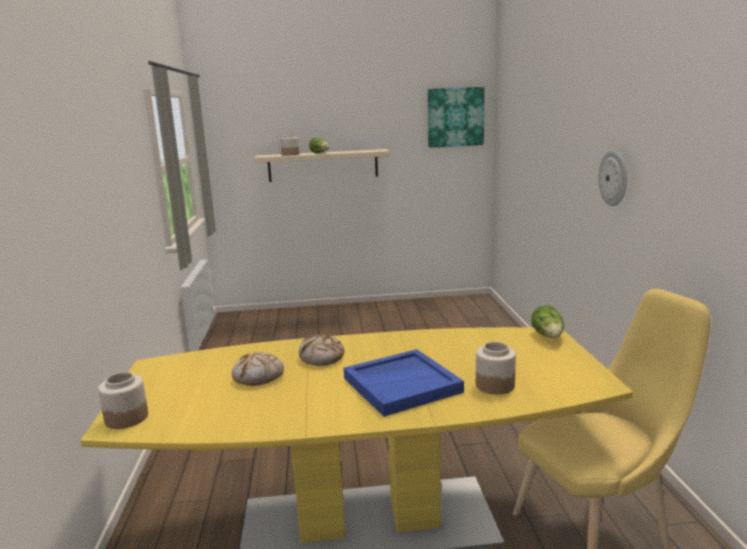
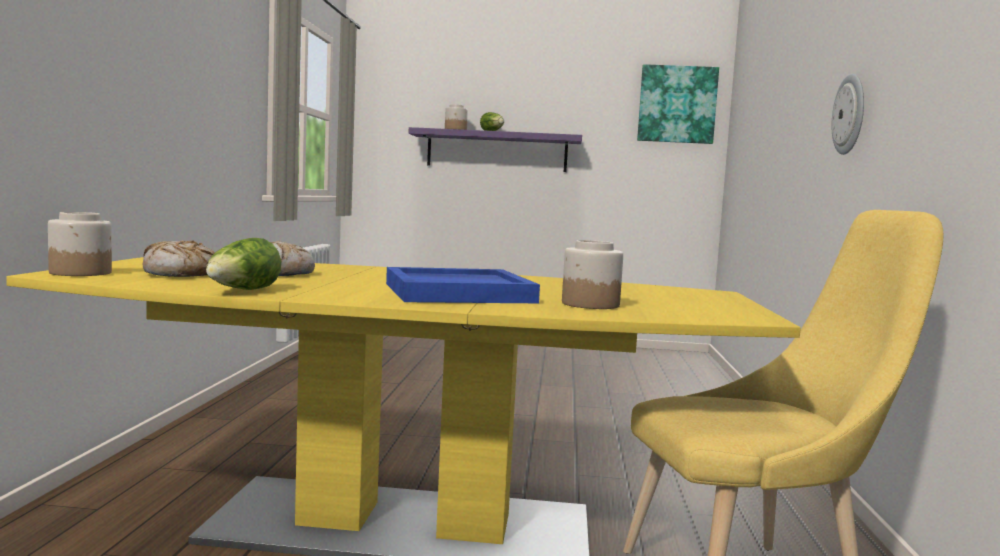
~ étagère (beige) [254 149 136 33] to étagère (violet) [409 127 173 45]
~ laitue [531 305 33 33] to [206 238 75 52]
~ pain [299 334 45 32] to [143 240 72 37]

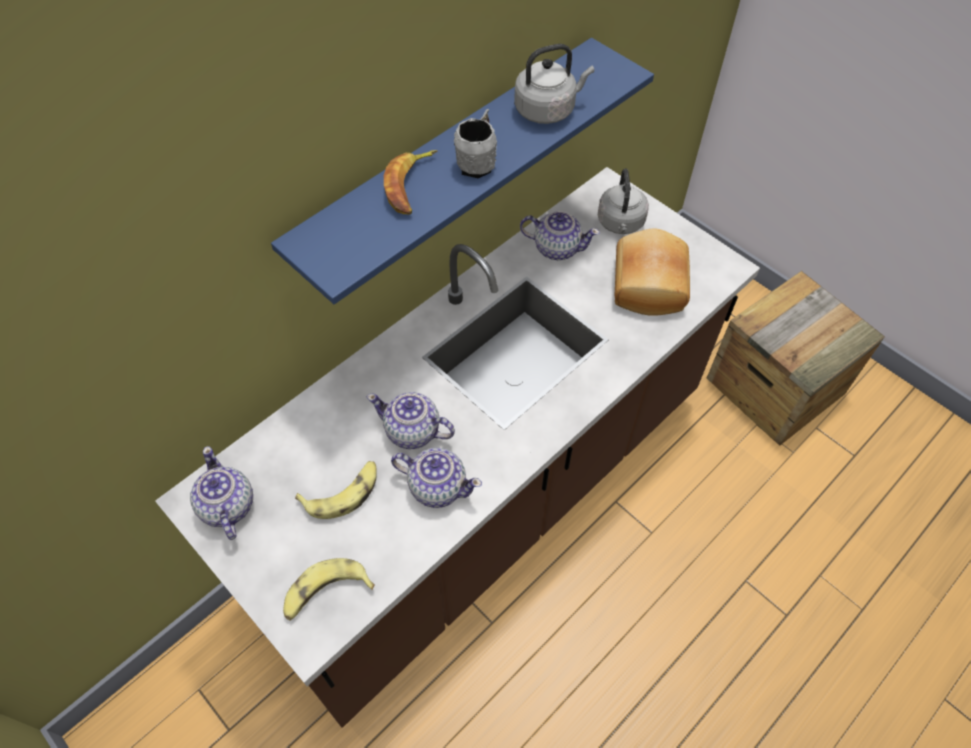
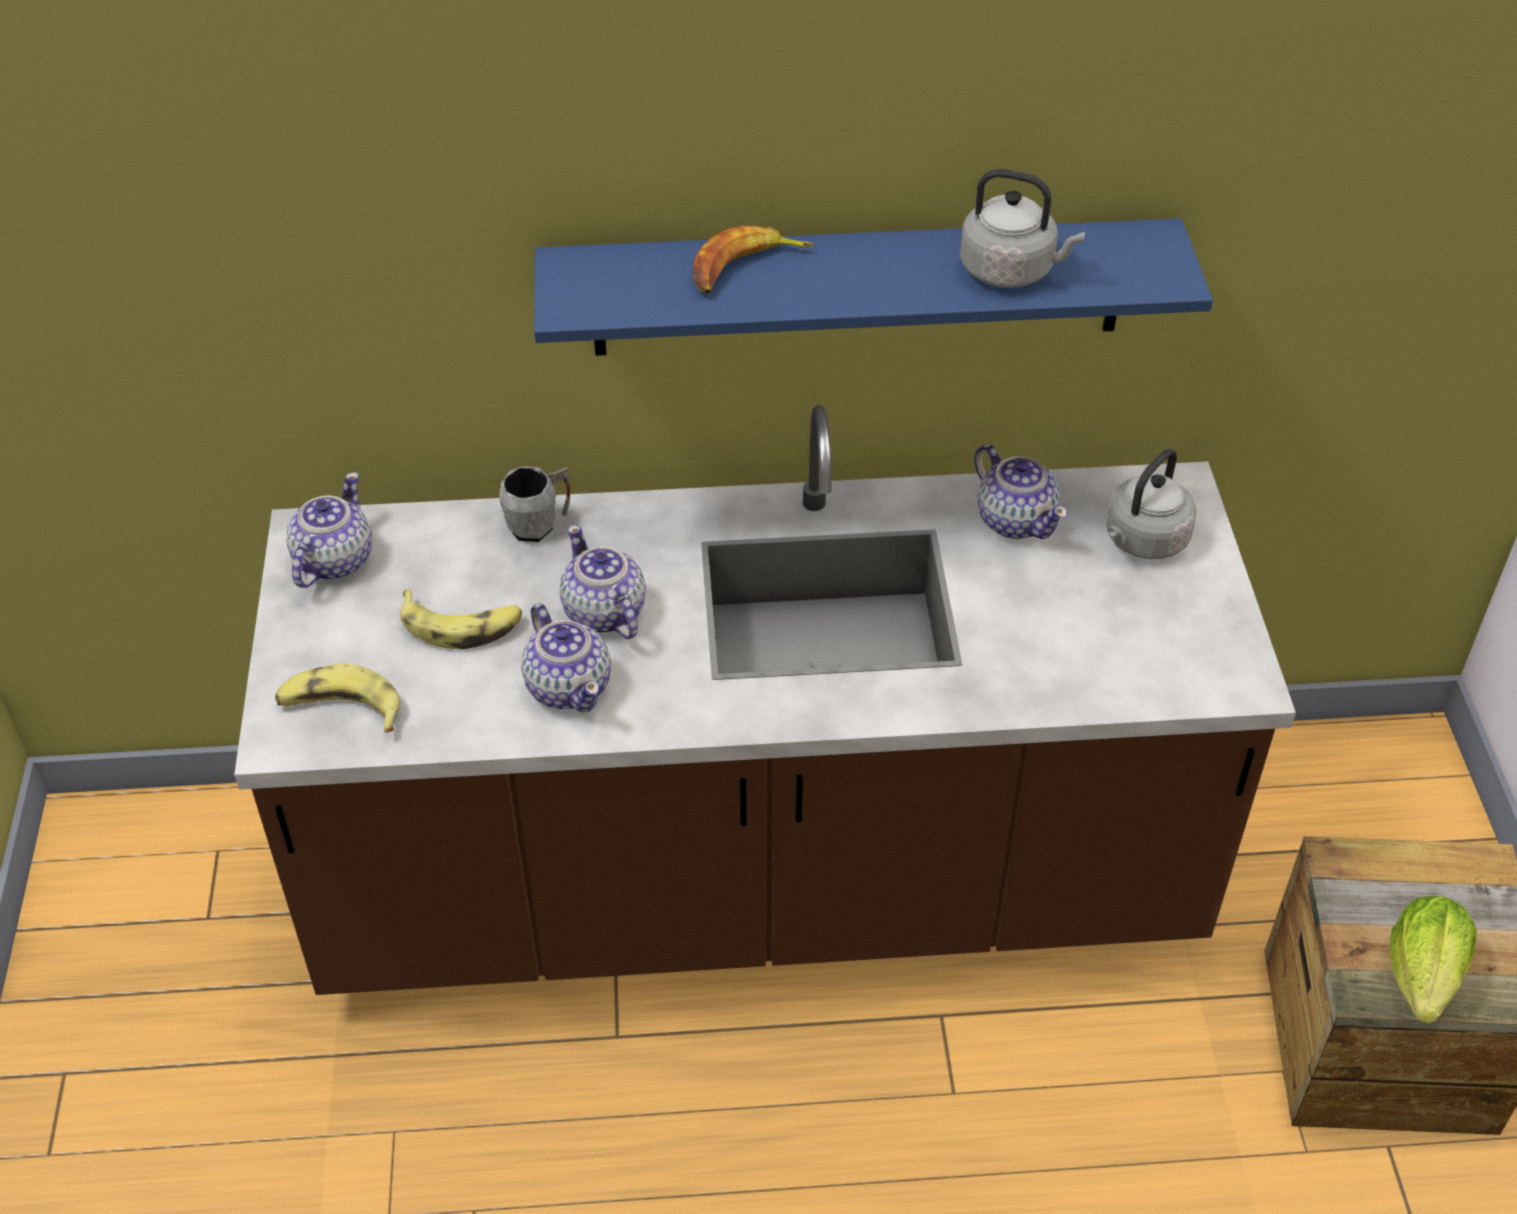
~ mug (gris) [454 109 43 69] to [499 466 71 76]
- pain [615 228 75 88]
+ laitue [1390 896 87 127]

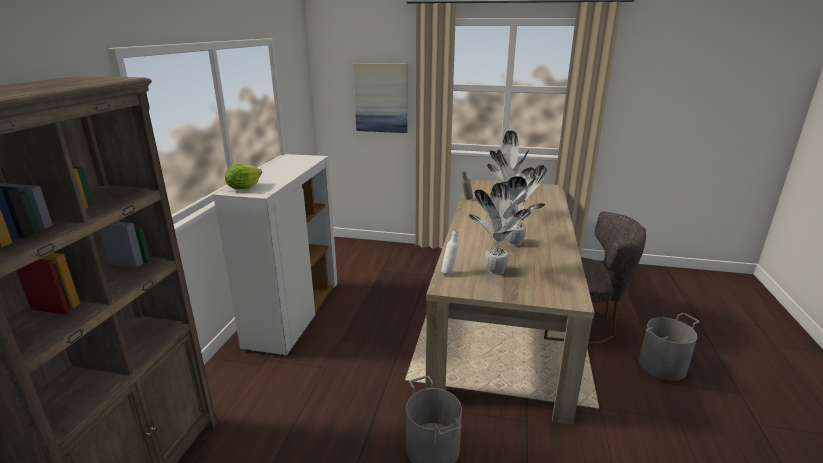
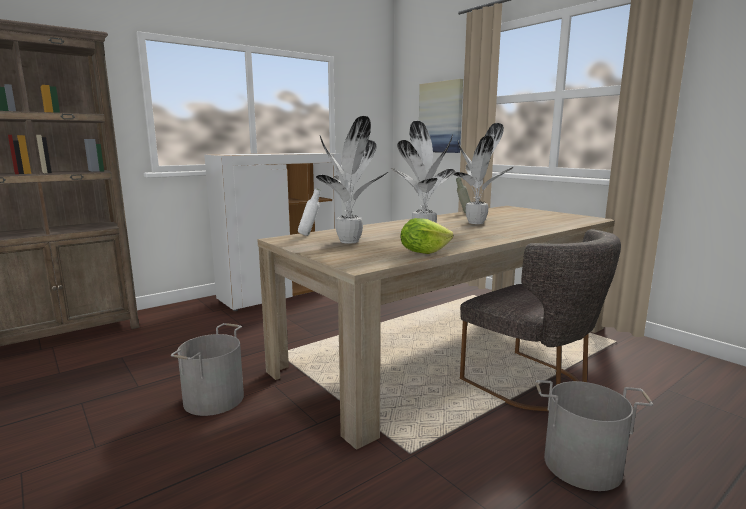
~ laitue [225 164 37 25] to [400 218 53 36]

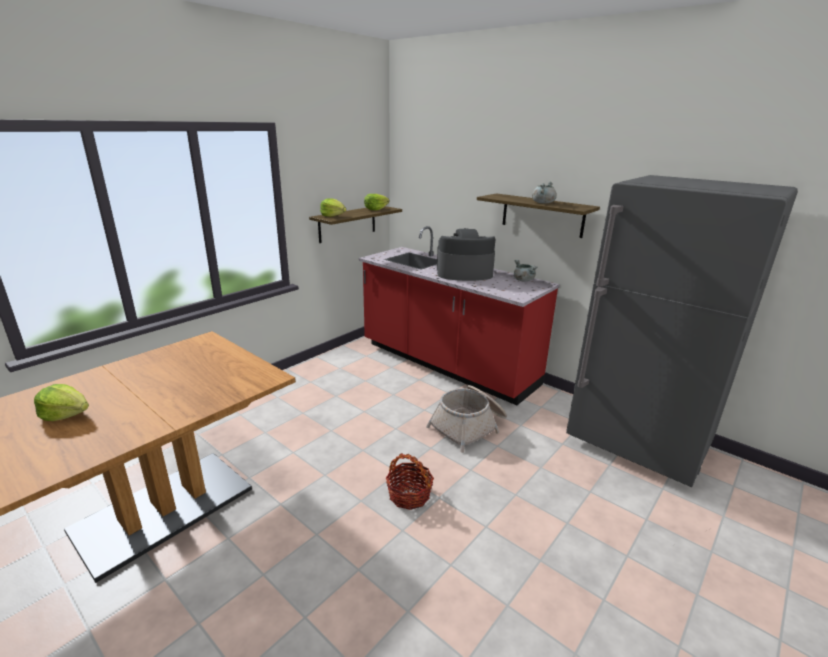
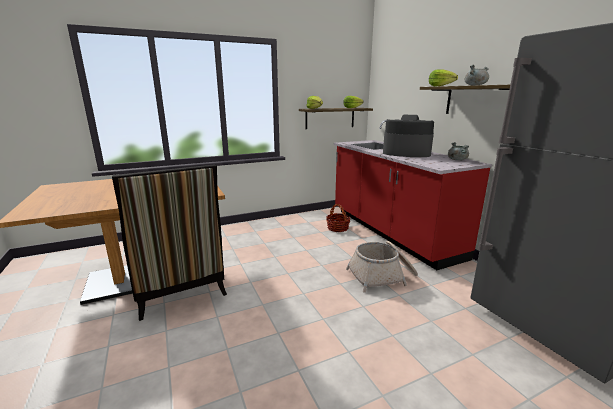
~ laitue [34 384 55 37] to [429 69 29 17]
~ panier [386 453 48 57] to [326 204 25 28]
+ chaise [112 164 115 157]

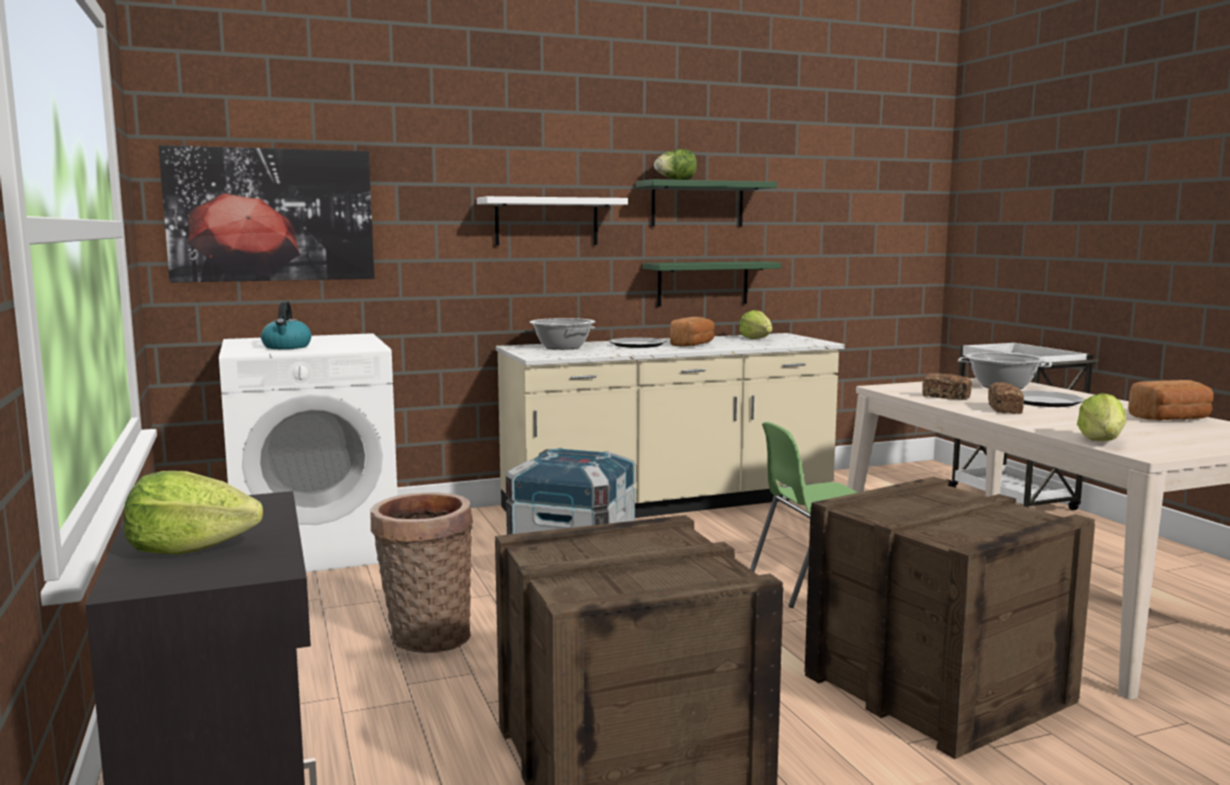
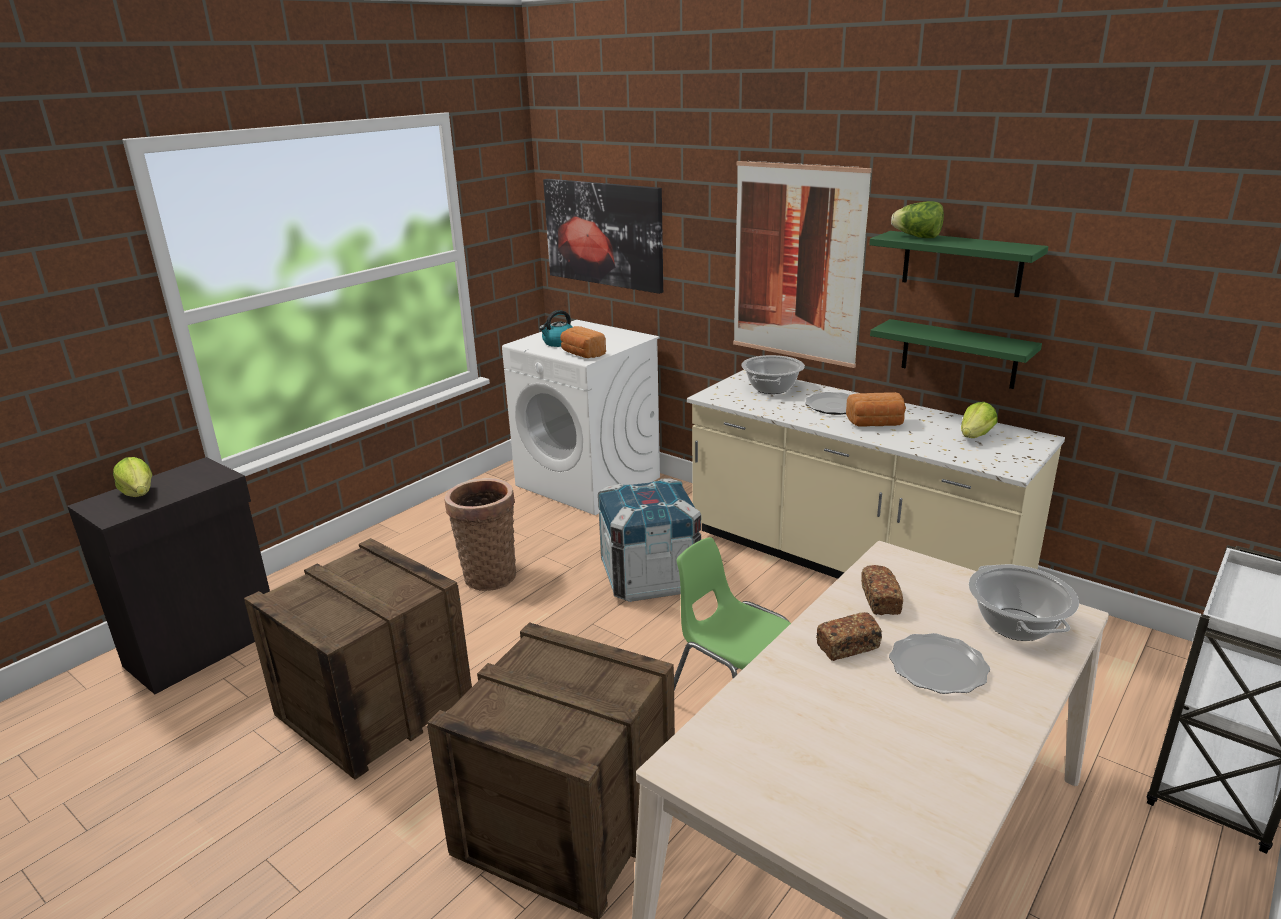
~ étagère (blanc) [477 196 151 50] to tableau [733 161 139 207]
~ pain [1128 380 86 40] to [561 326 45 32]
- laitue [1077 393 49 48]

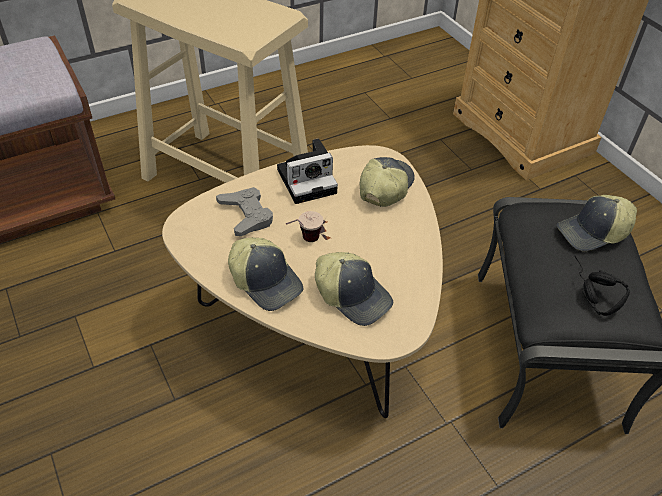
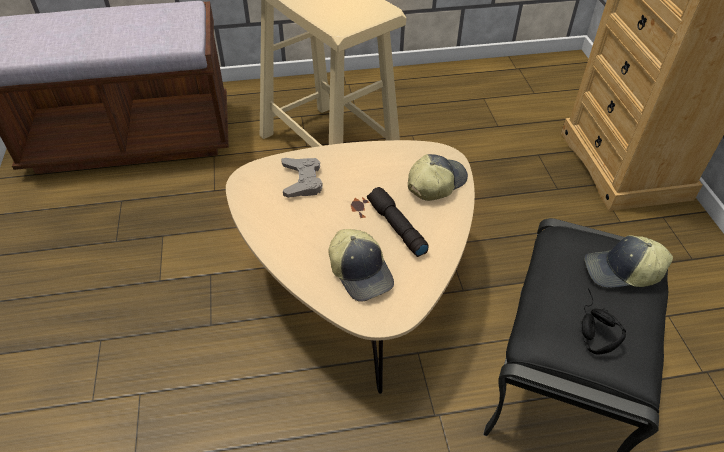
- appareil photo [277 138 61 66]
- tasse [286 211 38 31]
- casquette [228 237 75 74]
+ lampe de poche (noir) [367 187 62 70]

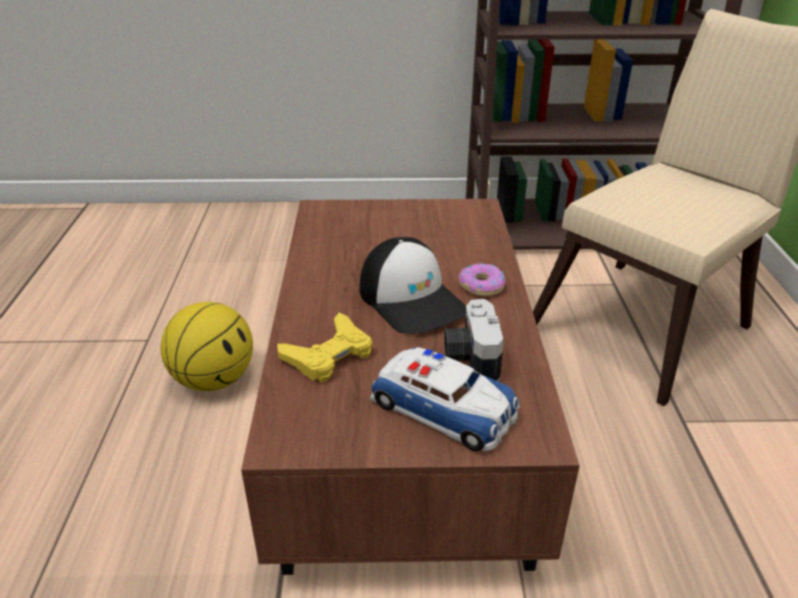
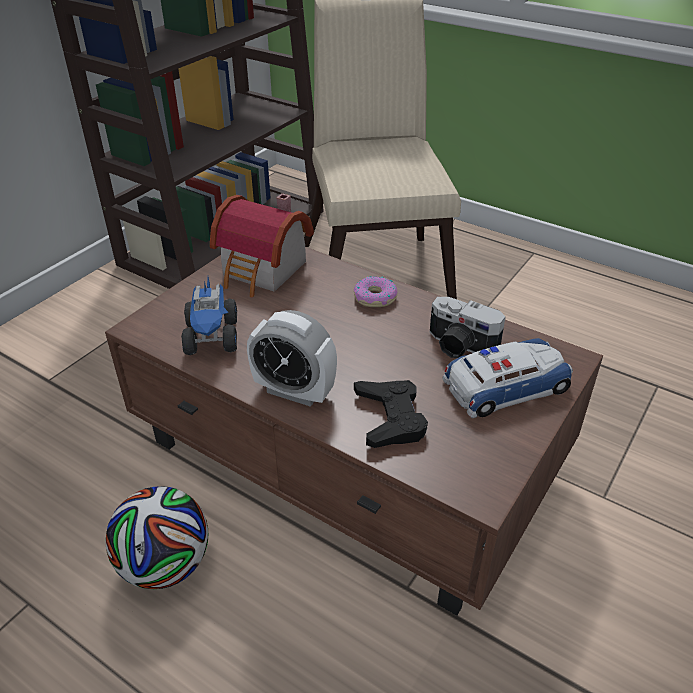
- casquette [360 237 106 97]
~ ballon de basket [161 302 92 89] to ballon de foot [106 486 102 103]
~ manette (jaune) [277 313 95 69] to manette (noir) [354 380 74 68]
+ maison miniature [210 193 104 104]
+ camion jouet [181 277 56 78]
+ réveil [247 310 90 97]

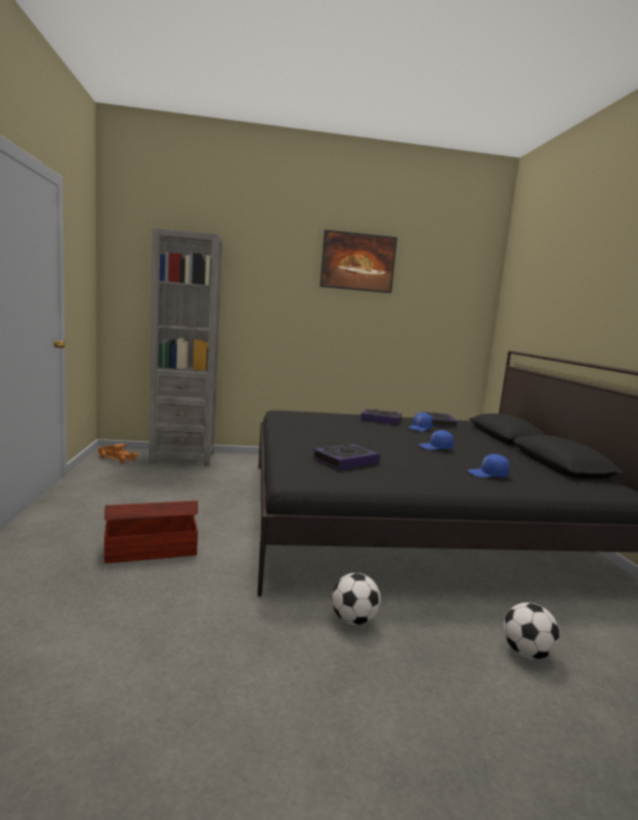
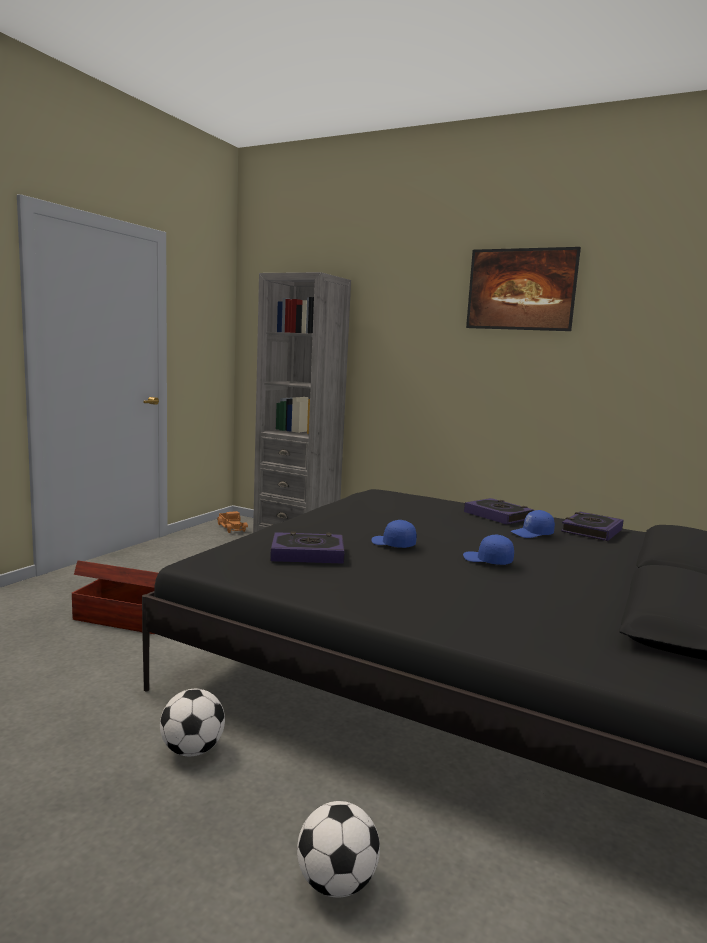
~ casquette (bleu) [468 454 42 23] to [371 520 46 28]

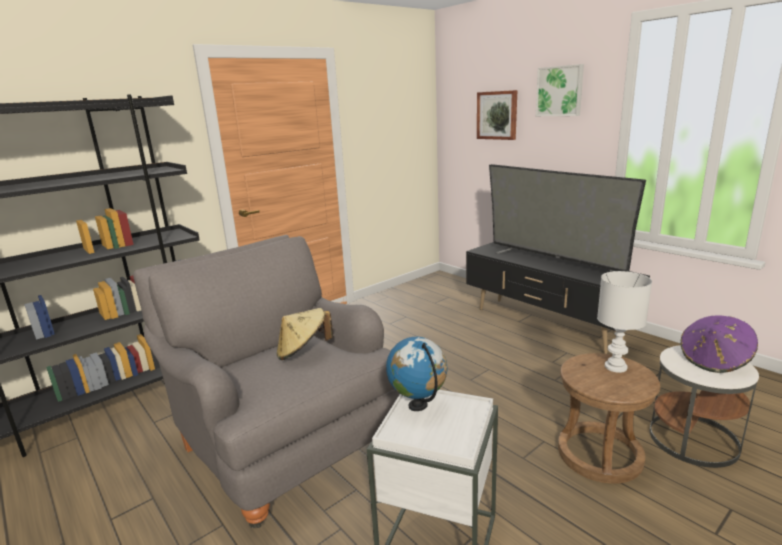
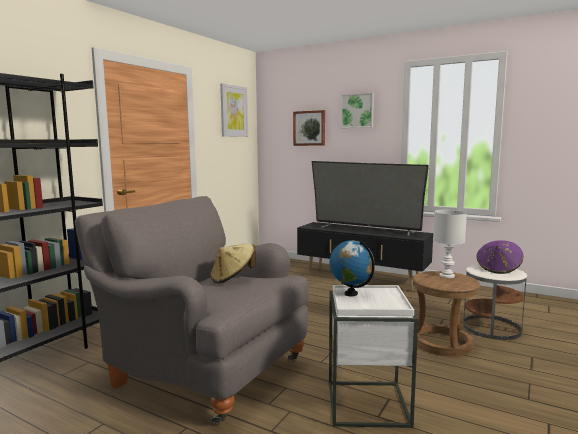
+ tableau [220 83 28 54]

